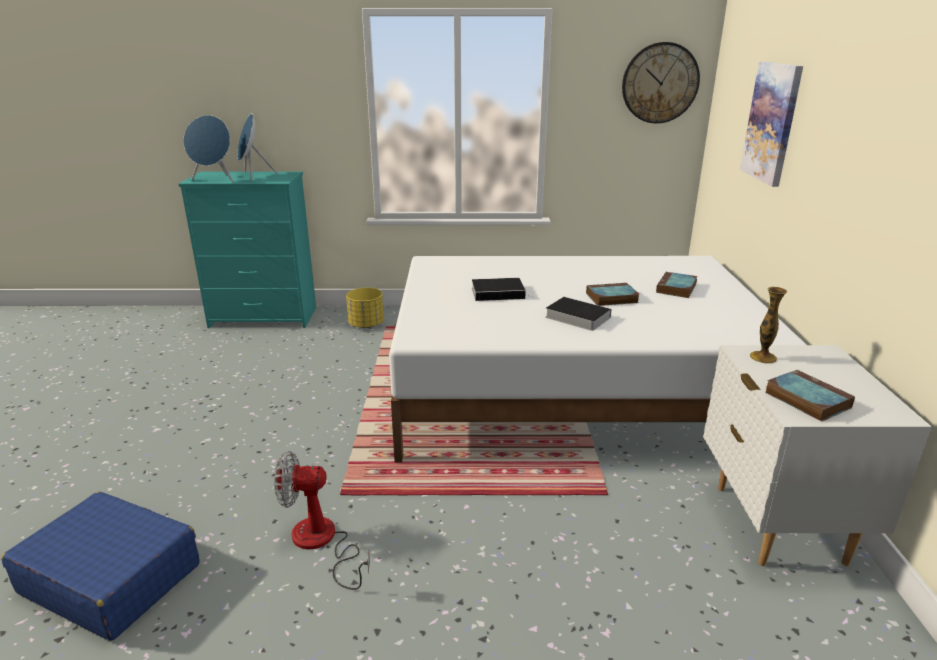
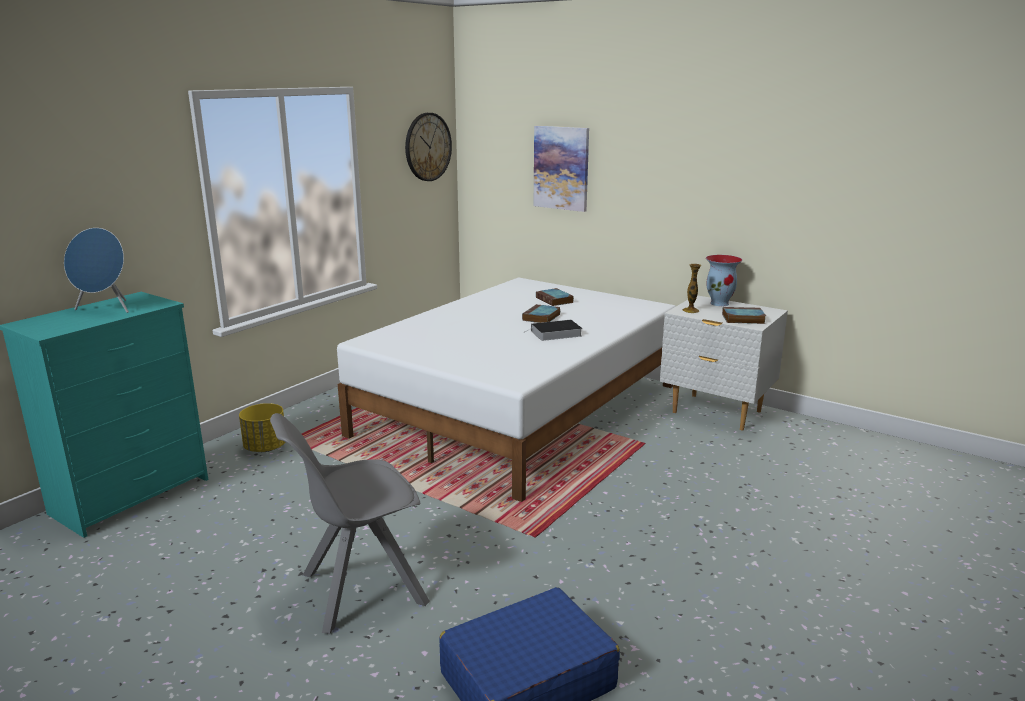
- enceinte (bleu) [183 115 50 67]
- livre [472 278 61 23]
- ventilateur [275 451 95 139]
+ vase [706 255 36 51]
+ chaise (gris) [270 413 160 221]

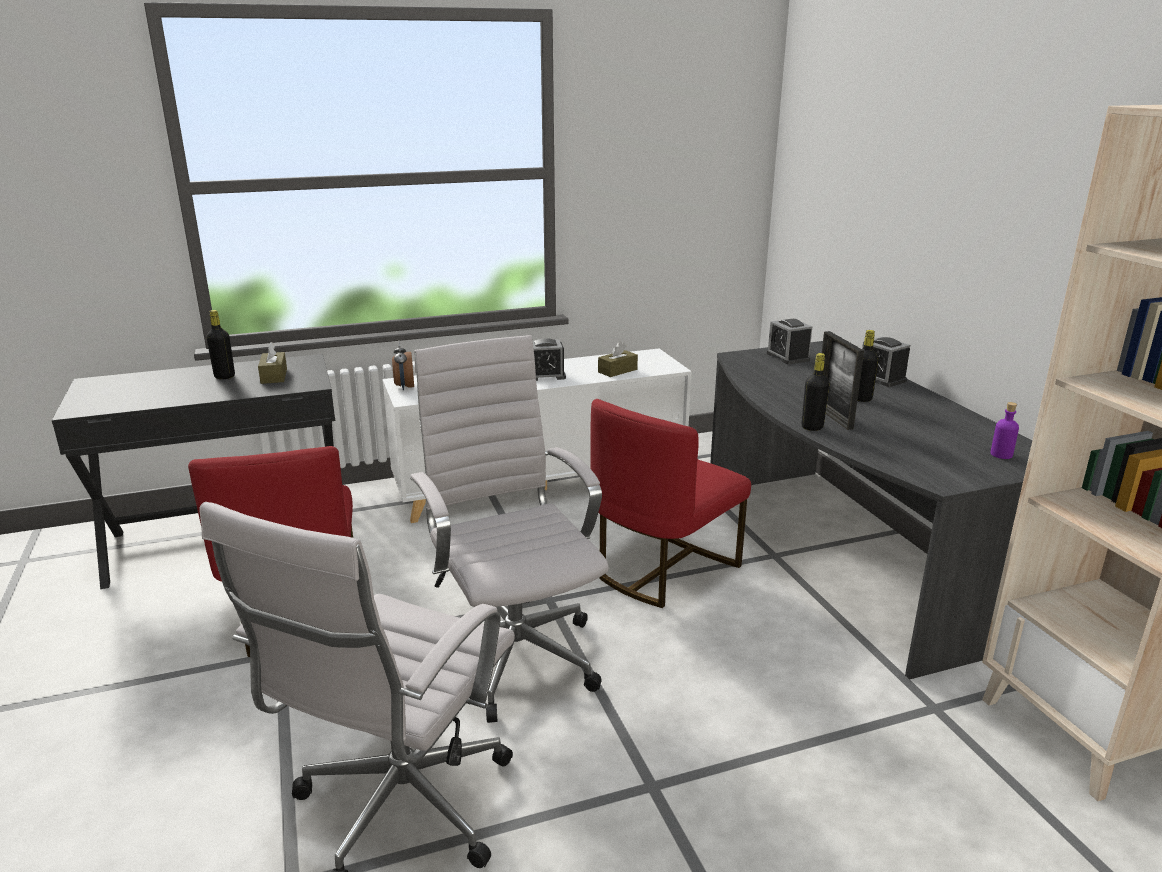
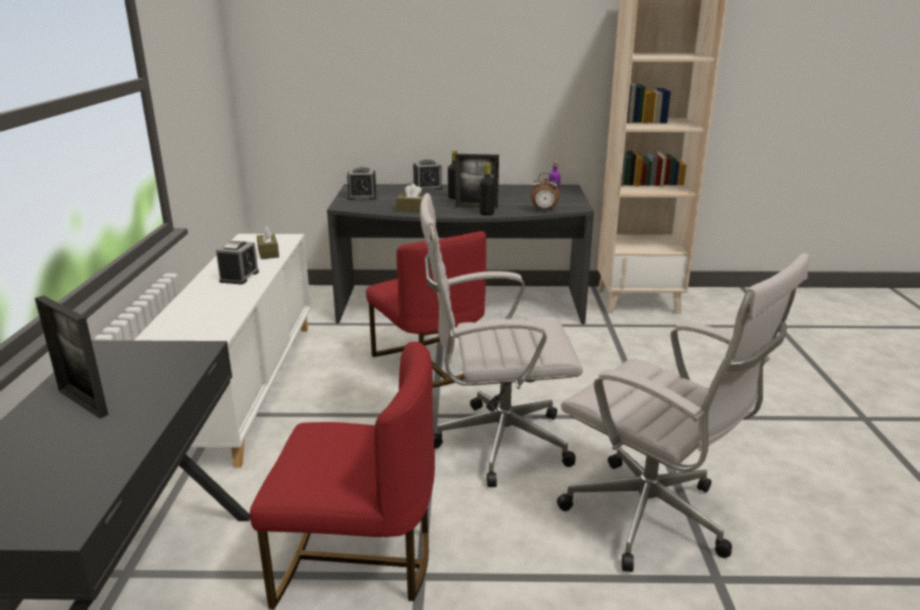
~ bouteille (noir) [206 310 29 69] to cadre photo [35 295 74 123]
~ boîte à mouchoirs (marron) [258 342 29 42] to [396 184 28 28]
~ réveil [392 342 22 48] to [531 173 29 38]

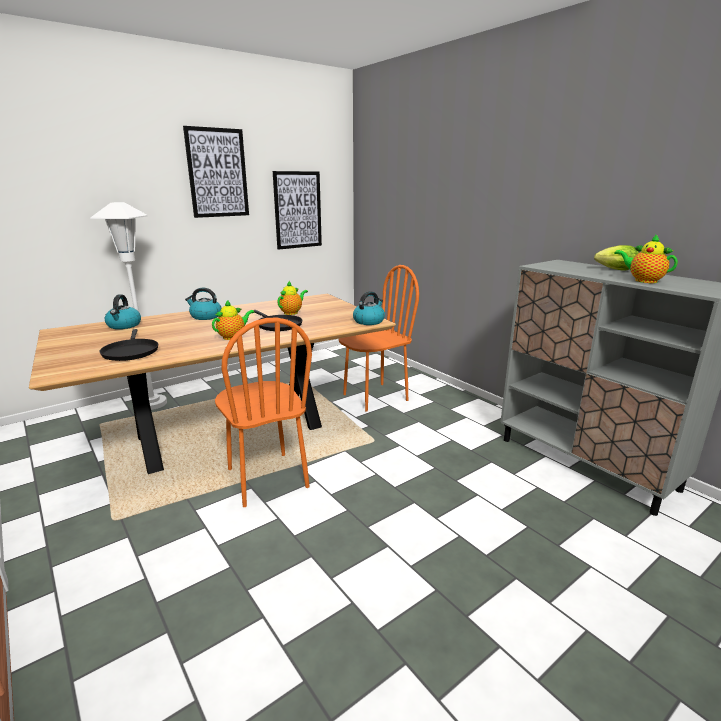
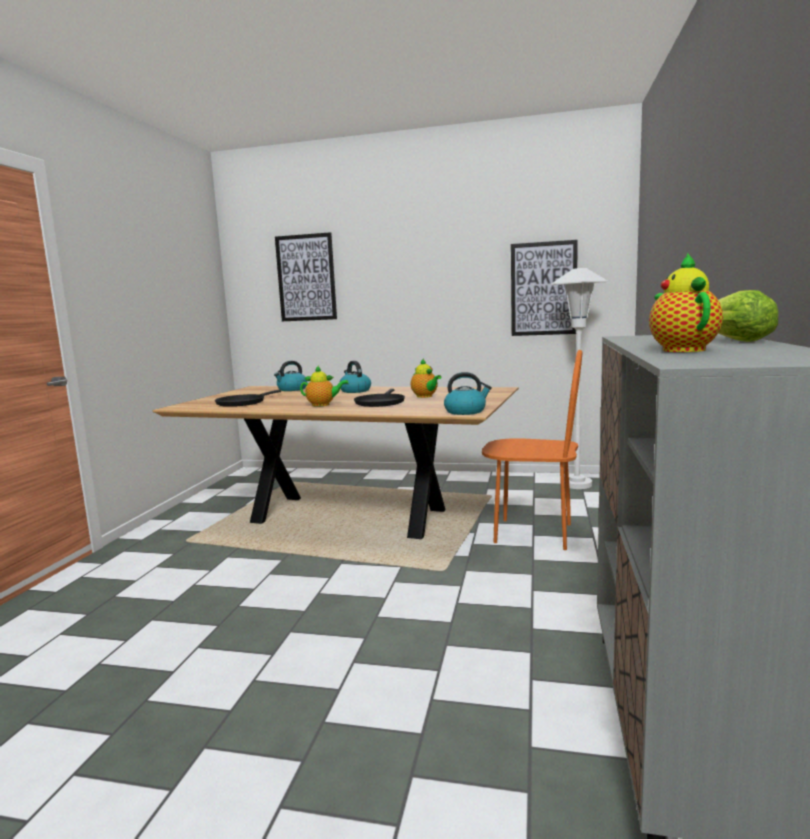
~ tableau [183 126 66 92] to [275 232 62 89]
~ lampadaire (blanc) [90 202 77 208] to [551 268 57 221]
~ théière [277 281 31 34] = [411 358 30 40] 60 degrees clockwise
- chaise (orange) [215 318 97 189]

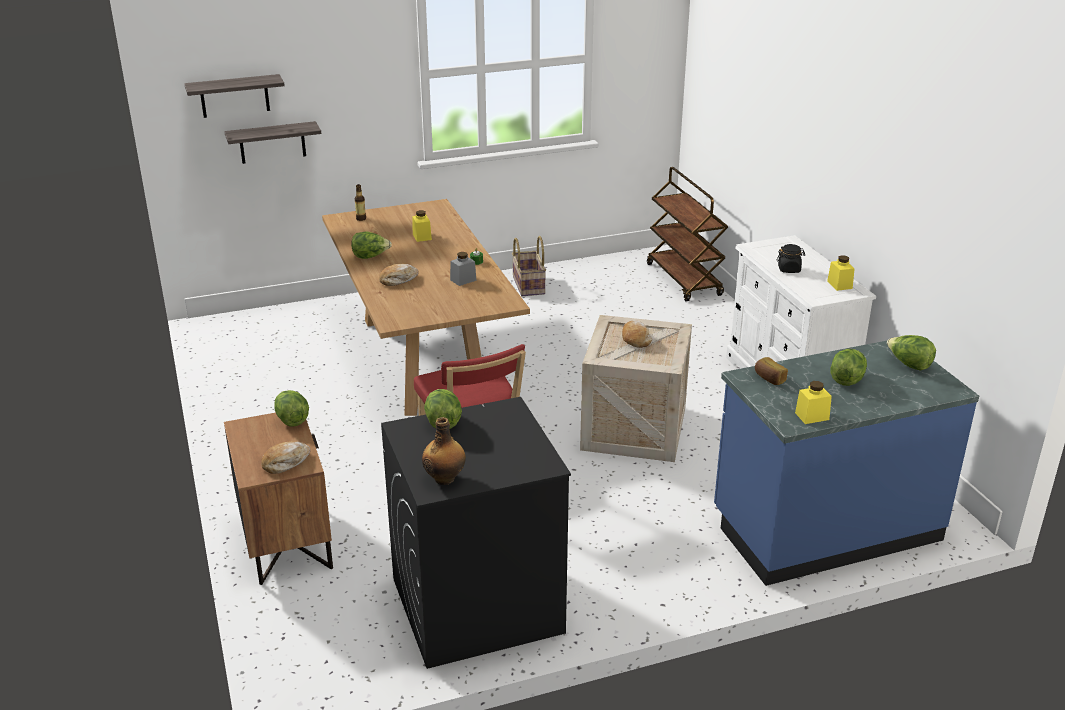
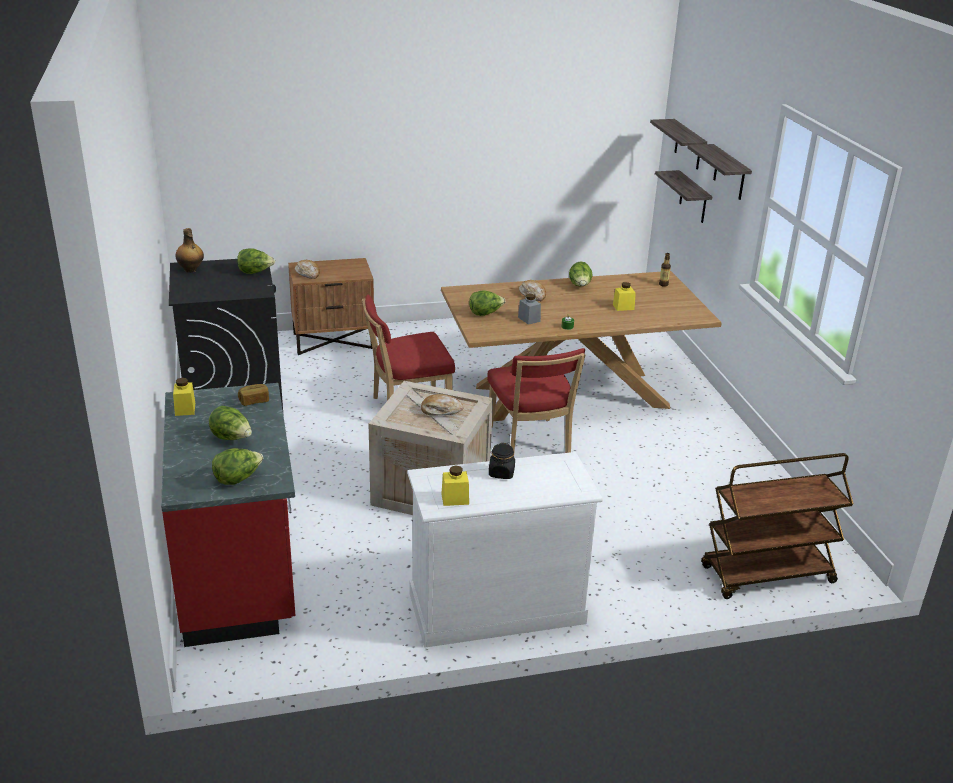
- panier [512 236 34 60]
~ comptoir de cuisine (bleu) [714 340 265 246] to comptoir de cuisine (rouge) [161 383 134 264]
~ laitue [274 390 35 36] to [469 290 36 26]
+ étagère [687 144 65 56]
+ chaise (rouge) [487 348 98 105]

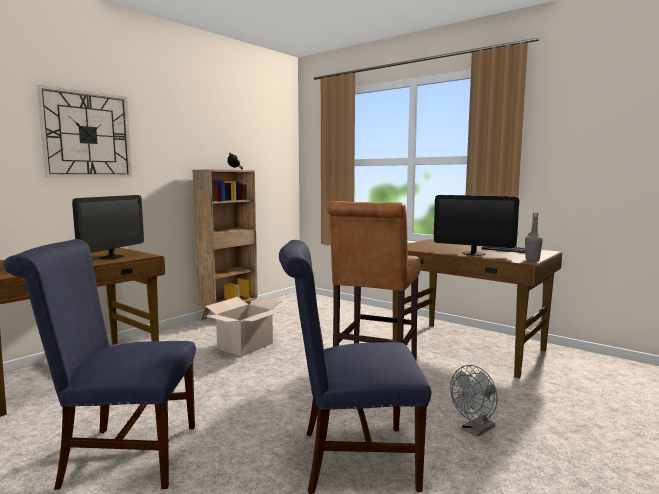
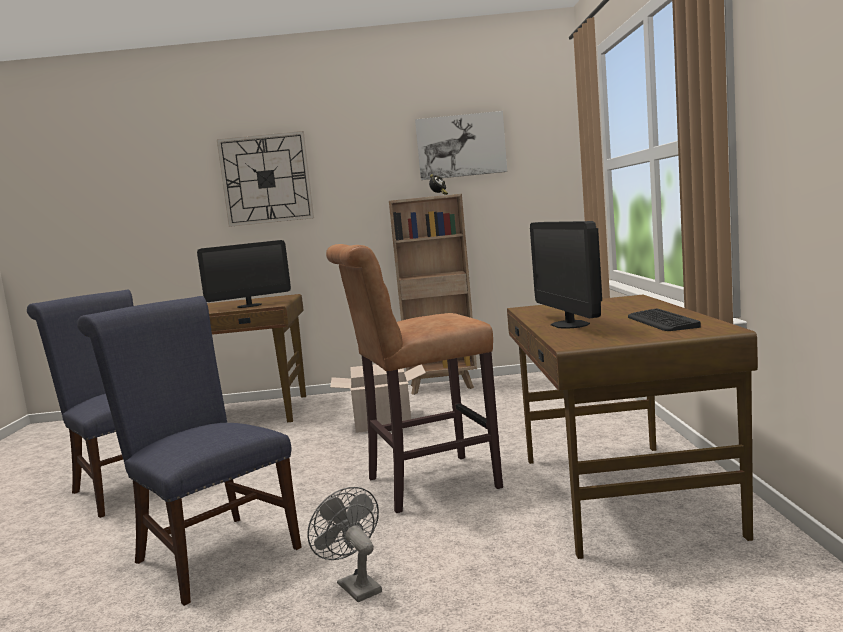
- bouteille (gris) [525 212 18 48]
~ ventilateur (gris) [450 365 48 72] = [307 487 75 115] 45 degrees clockwise
+ tableau [415 111 92 69]

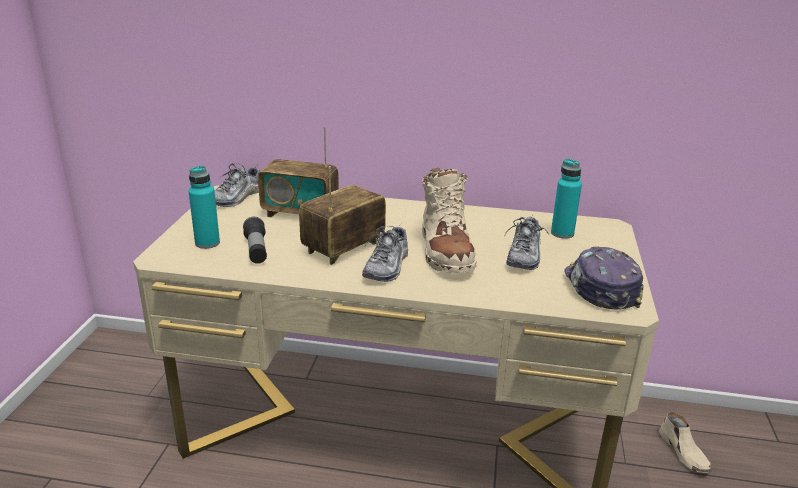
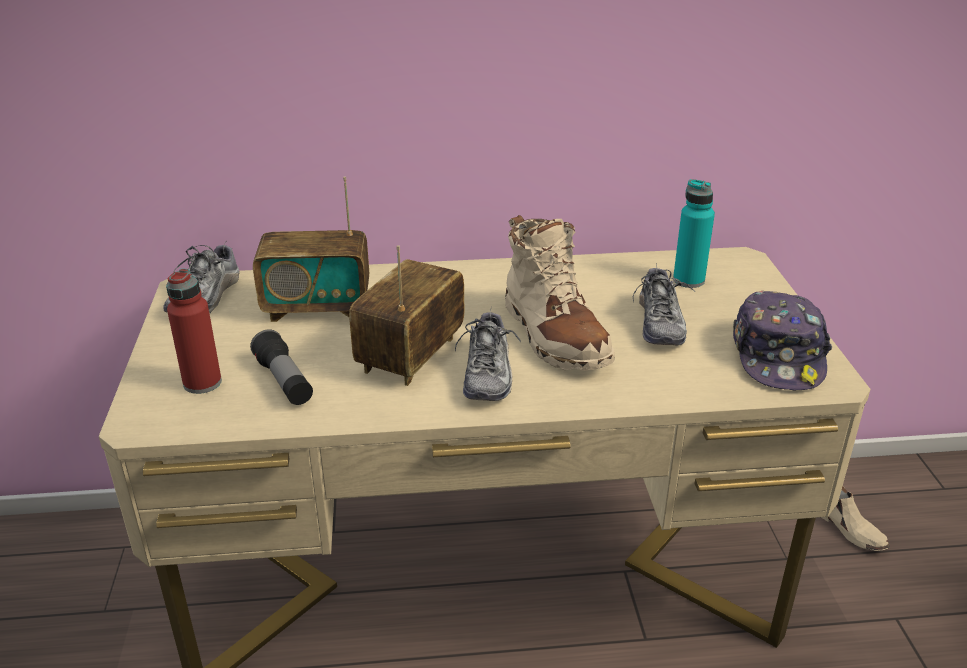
~ bouteille (turquoise) [188 165 32 84] to bouteille (rouge) [166 269 56 125]
~ casquette [564 247 80 62] = [733 290 99 101] 150 degrees counterclockwise

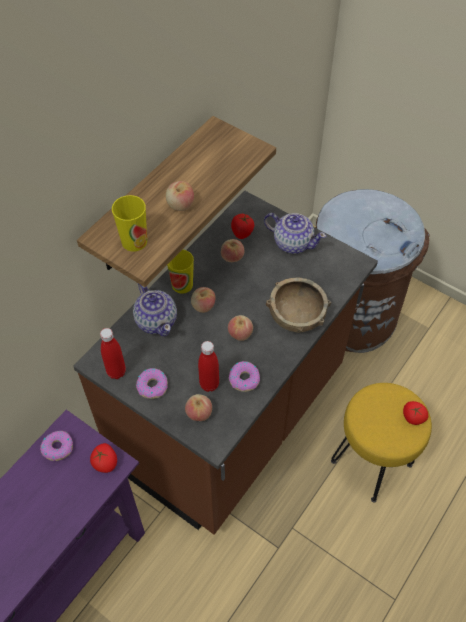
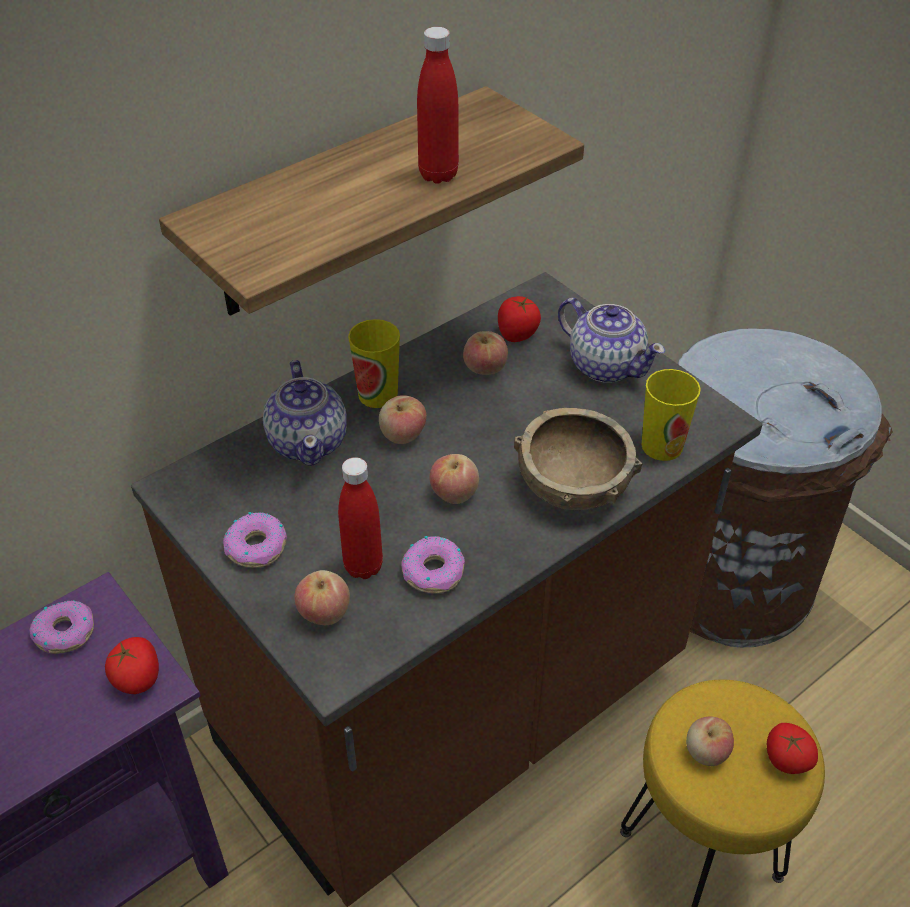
~ pomme [166 181 28 30] to [686 716 48 50]
~ tasse [112 195 35 56] to [642 369 59 92]
~ bouteille (rouge) [100 328 26 51] to [417 27 42 157]

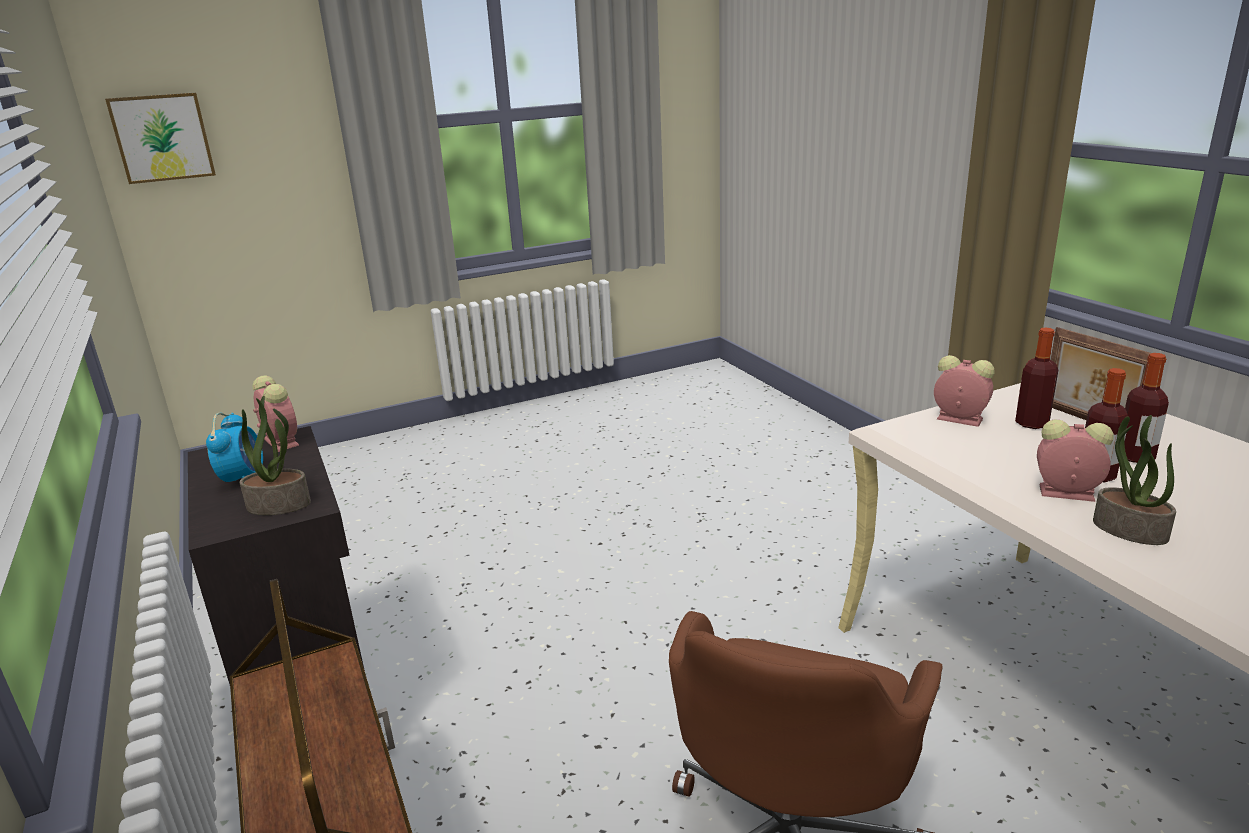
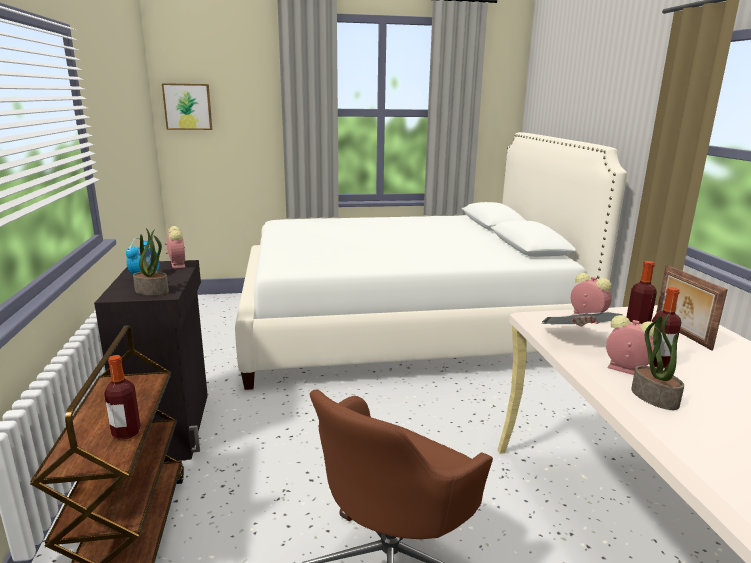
~ bouteille [1124 353 45 110] to [104 355 37 85]
+ lit (blanc) [235 132 392 258]
+ journal [542 312 80 15]

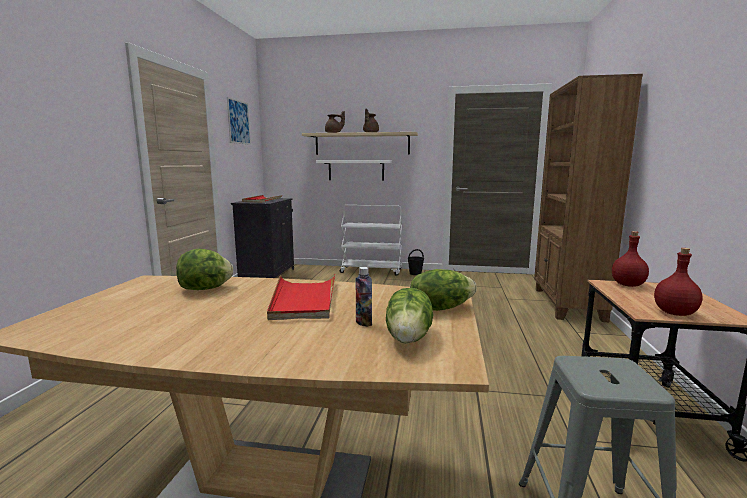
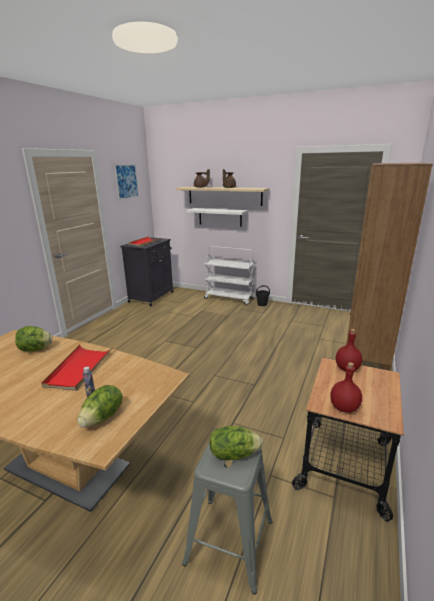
~ laitue [410 269 67 42] to [209 426 54 34]

